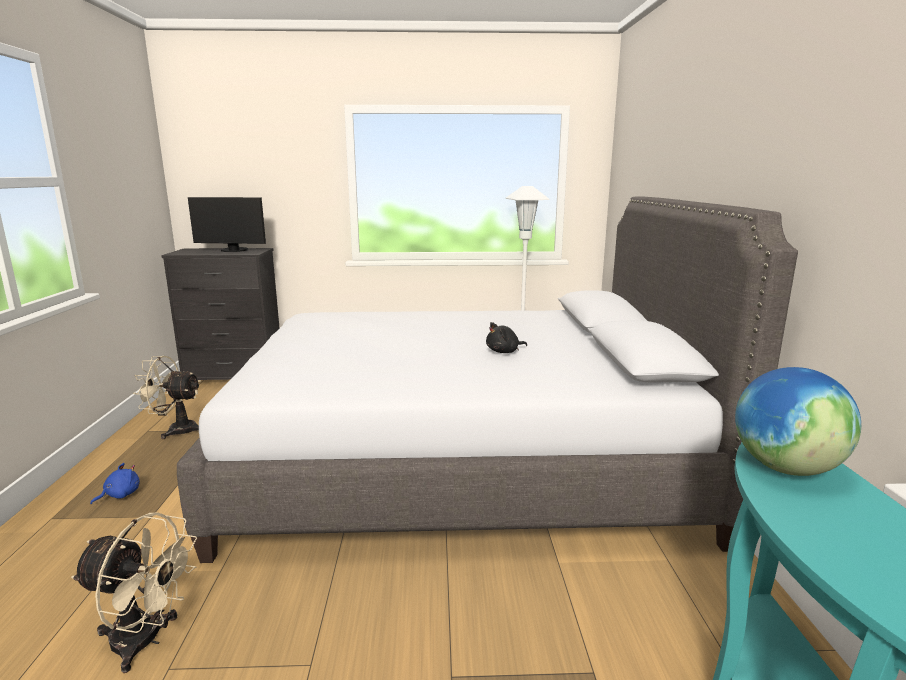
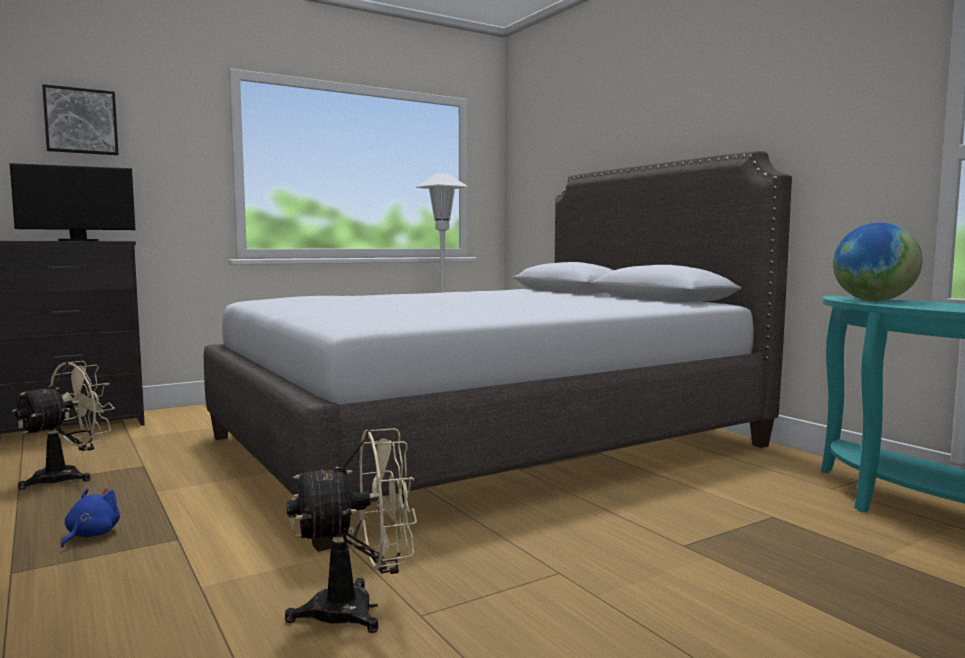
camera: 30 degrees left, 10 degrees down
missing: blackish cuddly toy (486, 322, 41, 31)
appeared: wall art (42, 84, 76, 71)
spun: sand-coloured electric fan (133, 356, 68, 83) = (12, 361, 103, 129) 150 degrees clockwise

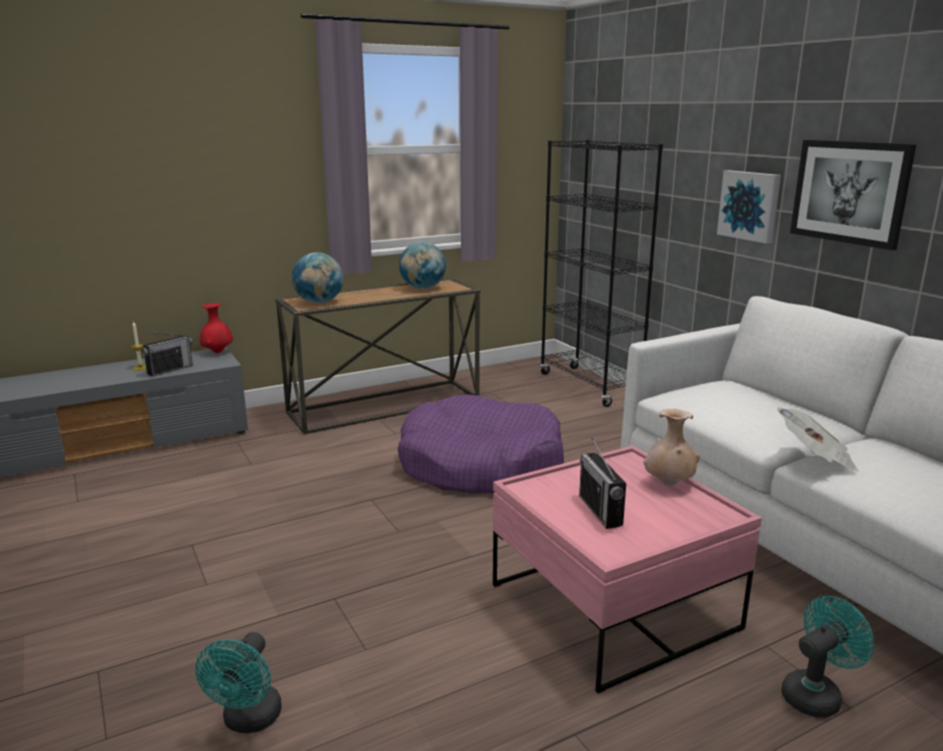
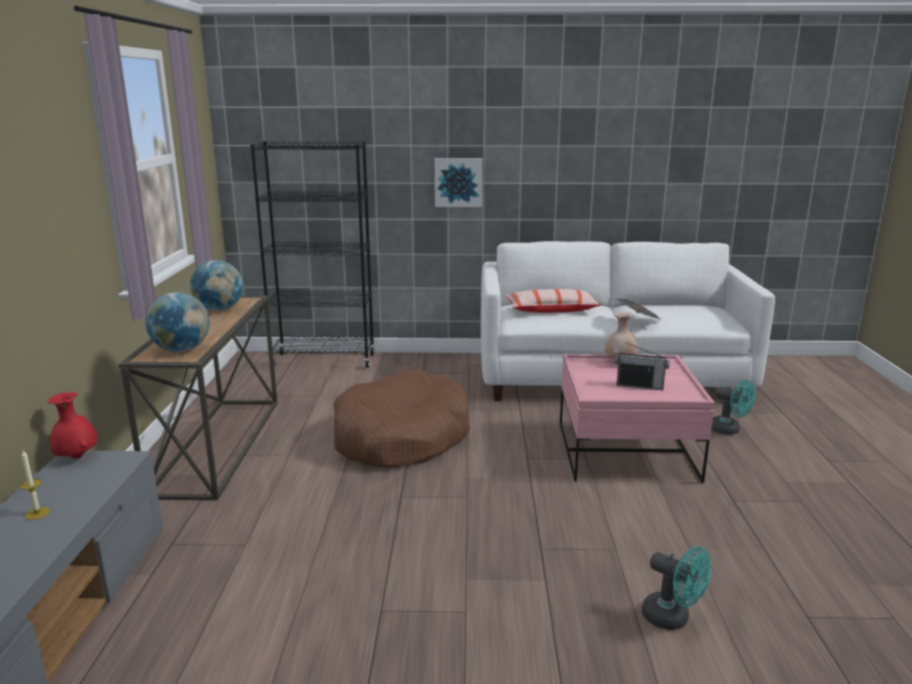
camera: 60 degrees left, 0 degrees up
missing: wall art (790, 140, 126, 110); radio set (141, 332, 52, 45)
appeared: throw pillow (506, 289, 95, 24)
colour: purplish dog cushion (398, 395, 166, 99) to brown dog cushion (333, 369, 137, 99)
spun: turquoise-coloured electric fan (781, 596, 93, 122) = (711, 380, 44, 55) 135 degrees clockwise

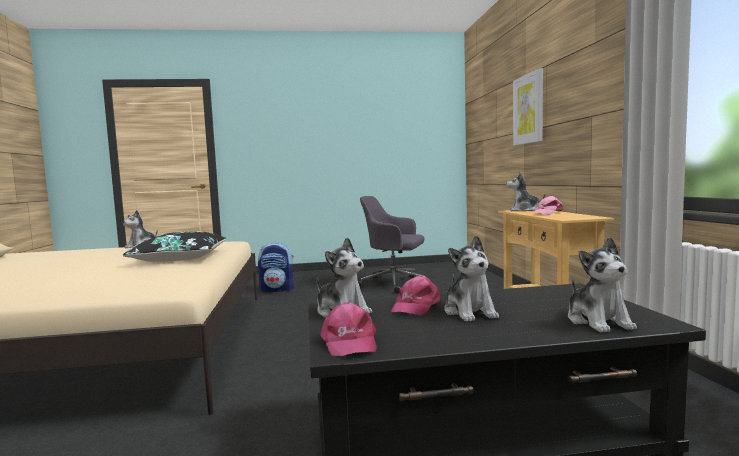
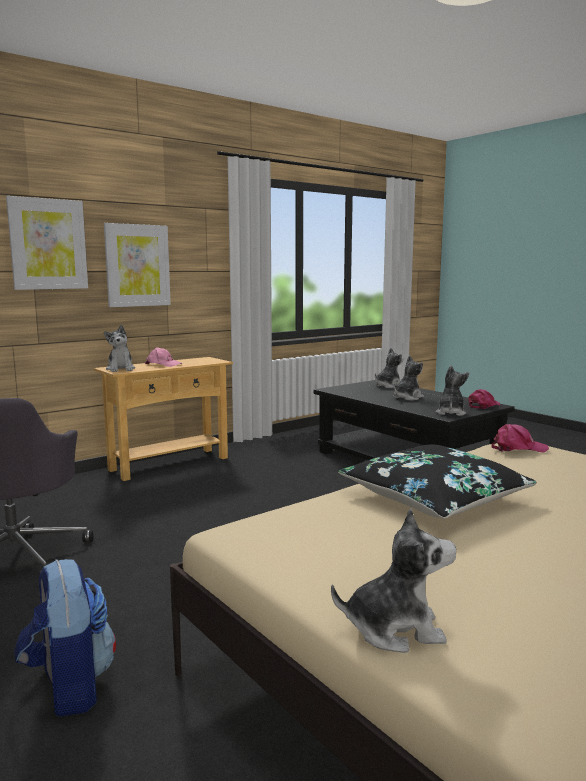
camera: 120 degrees left, 5 degrees up
appeared: wall art (104, 223, 67, 84)
relocated: pinkish baseball cap (391, 275, 50, 41) to (491, 424, 58, 29)

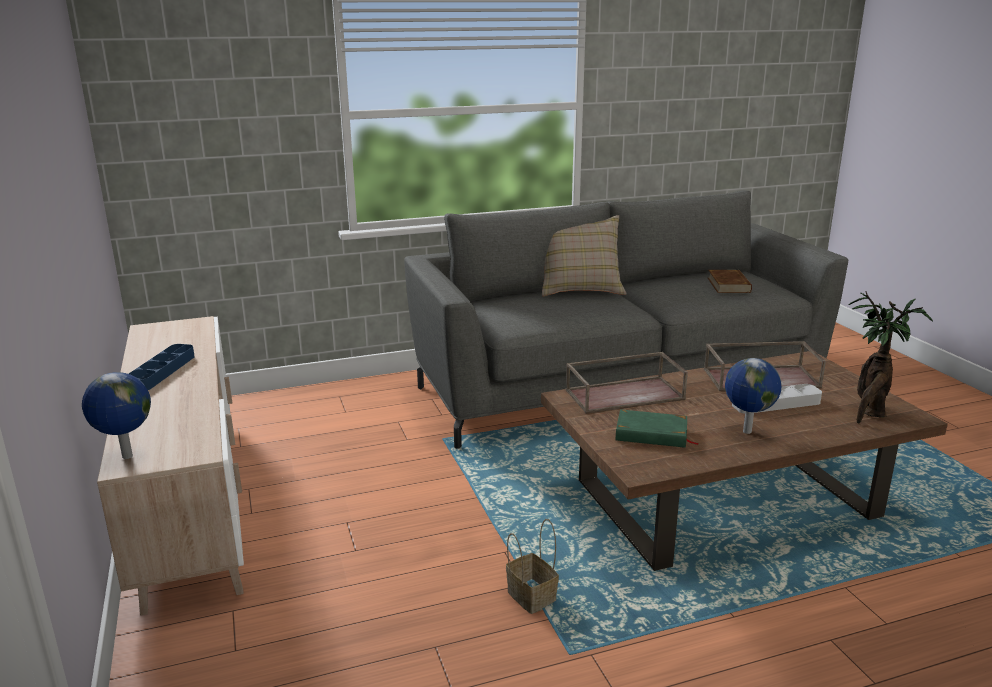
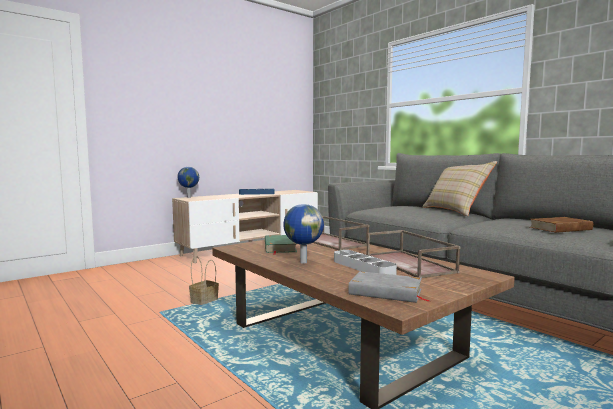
camera: 70 degrees right, 15 degrees down
exchanged: houseplant (849, 291, 84, 133) to grey book (349, 271, 81, 32)

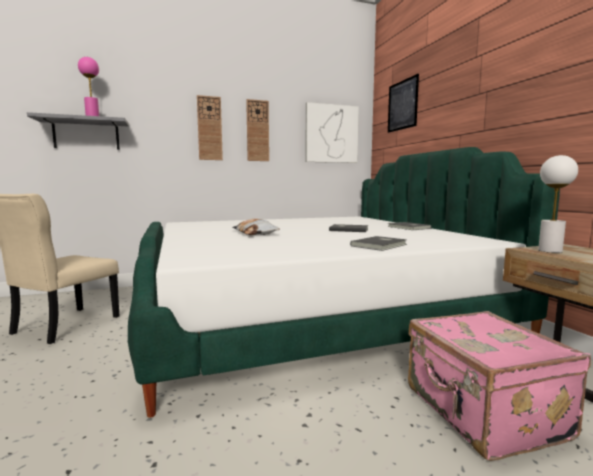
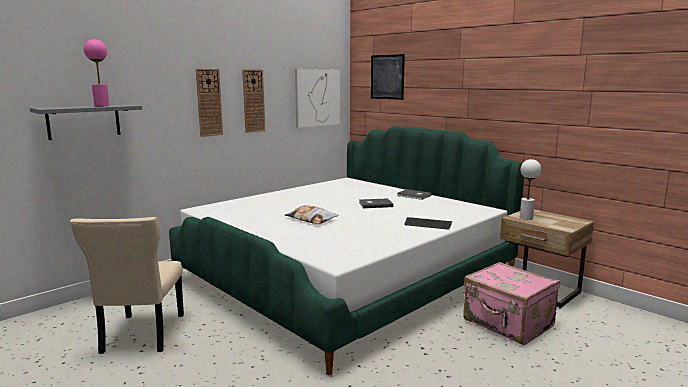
camera: 25 degrees left, 5 degrees up
exchanged: grey book (350, 236, 57, 15) to computer keyboard (404, 217, 48, 13)

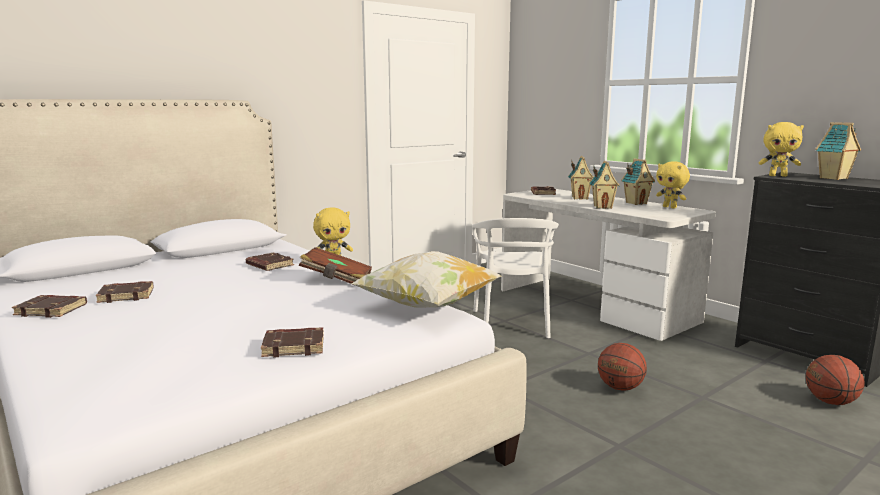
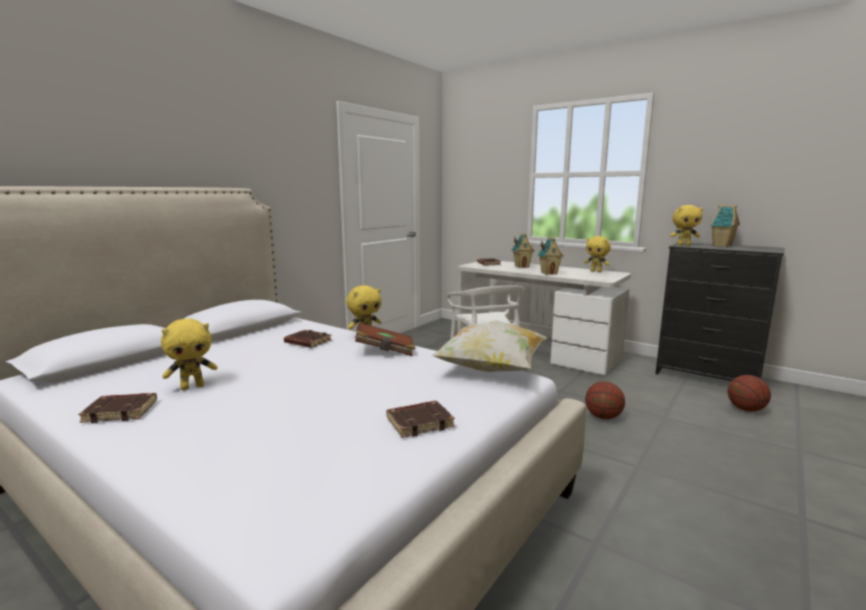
camera: 15 degrees left, 0 degrees up
missing: miniature house (621, 158, 34, 47)
exchanged: brown book (96, 281, 58, 22) to yellow cuddly toy (161, 319, 57, 71)

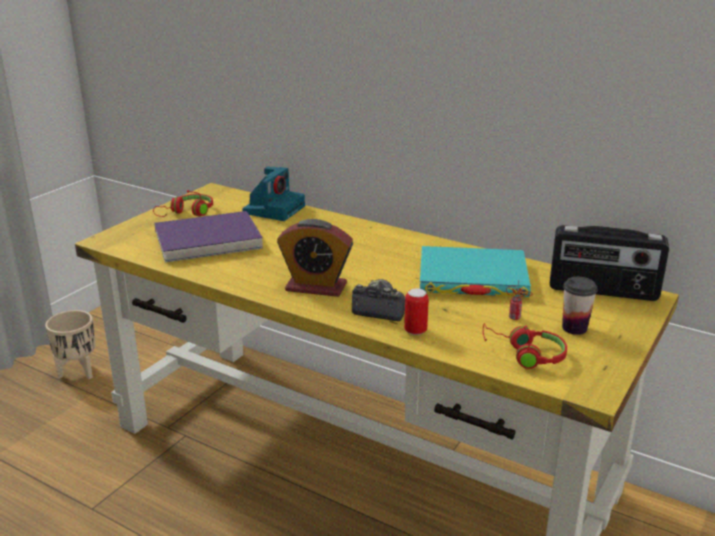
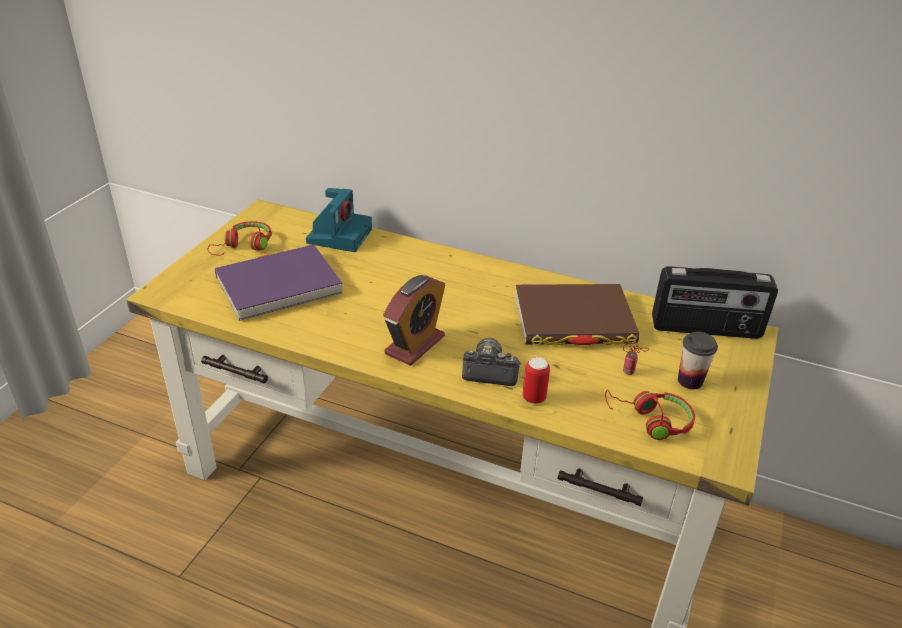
camera: 10 degrees left, 10 degrees up
missing: sand-coloured flower pot (45, 310, 51, 69)
colour: turquoise-coloured book (420, 246, 111, 51) to brown book (515, 284, 124, 62)
spun: bedside clock (277, 219, 76, 78) = (383, 275, 62, 91) 60 degrees counterclockwise

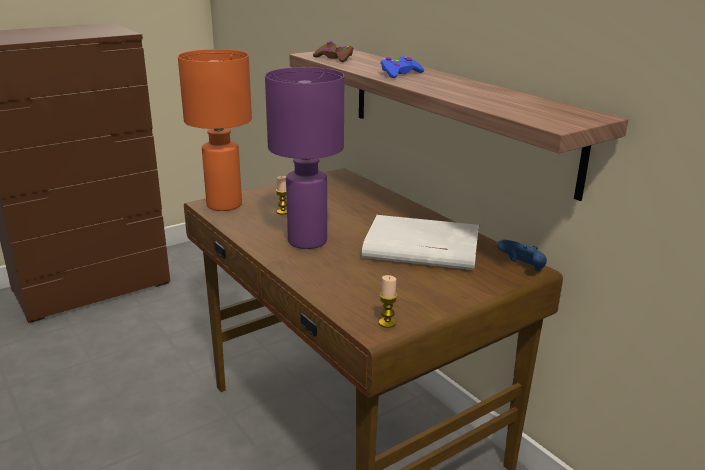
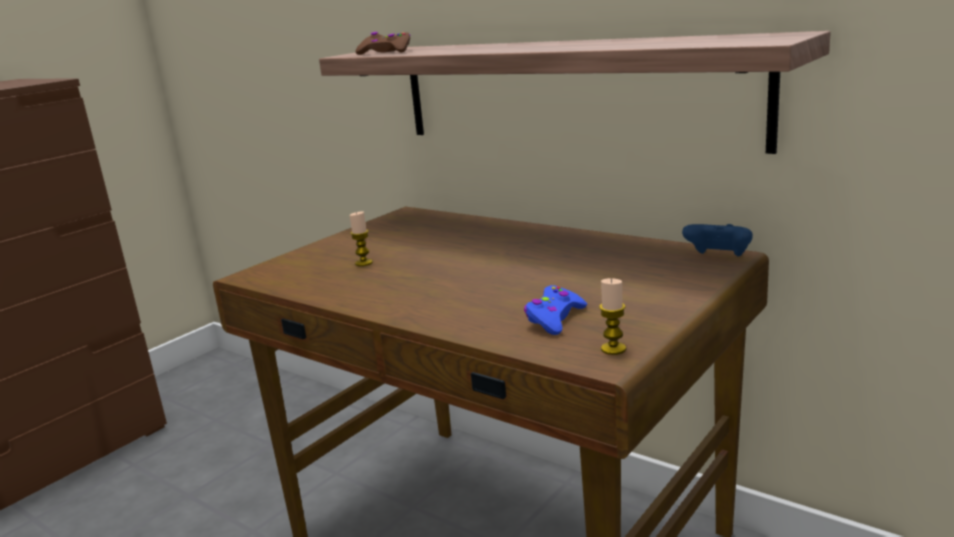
camera: 15 degrees left, 5 degrees down
missing: orangey table lamp (178, 49, 74, 162); purplish table lamp (265, 67, 79, 182); white-coloured book (362, 215, 117, 55)
relocated: blue-coloured game controller (381, 56, 43, 22) to (524, 285, 63, 50)

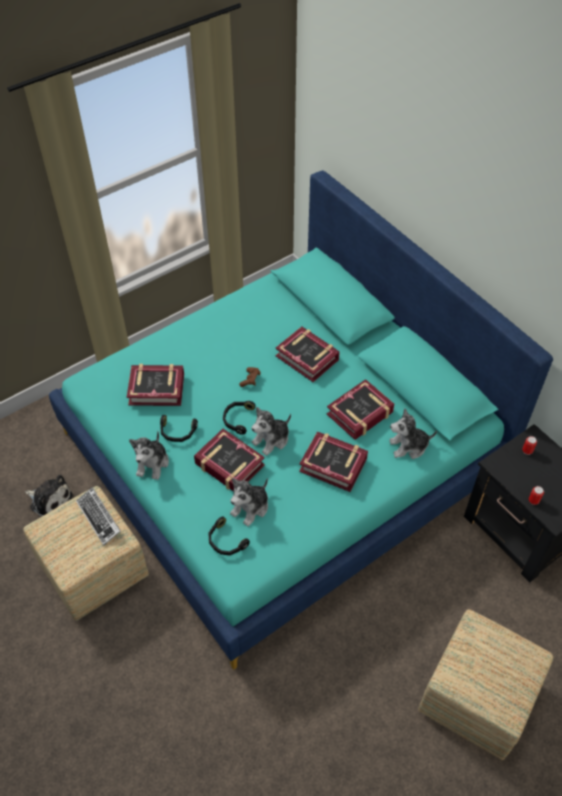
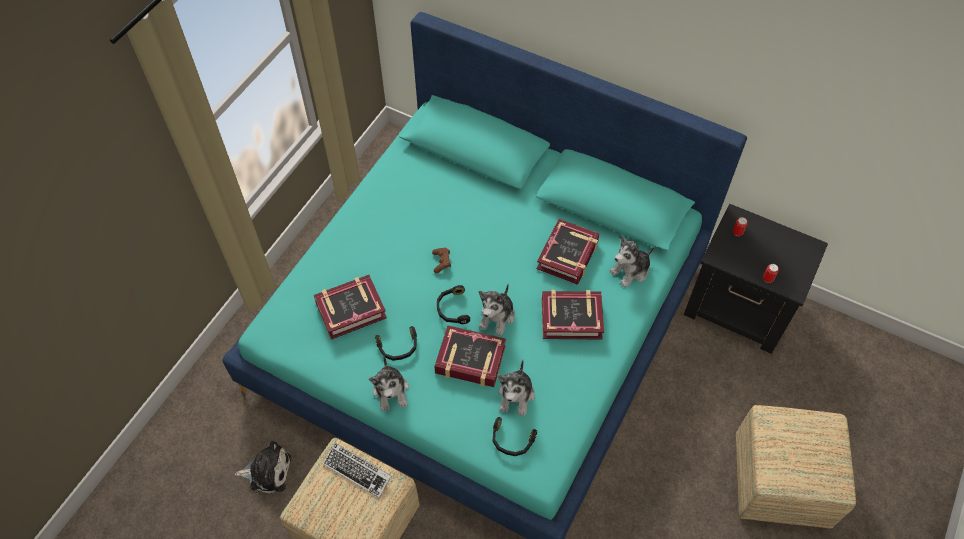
camera: 25 degrees left, 5 degrees up
missing: book (276, 326, 64, 56)

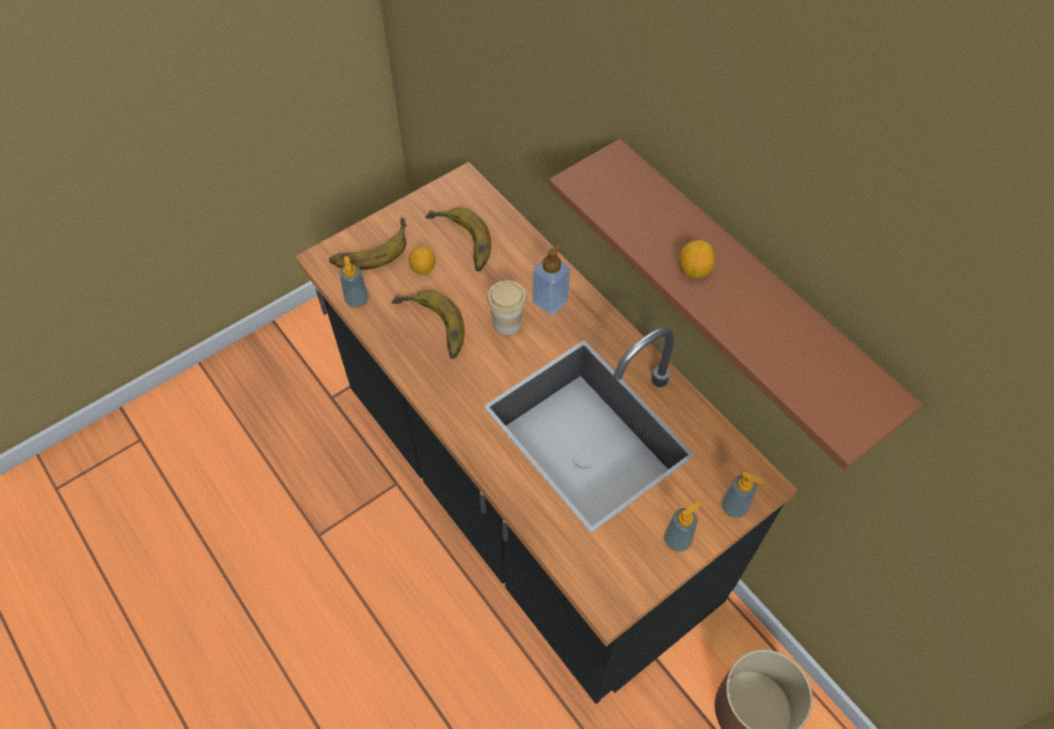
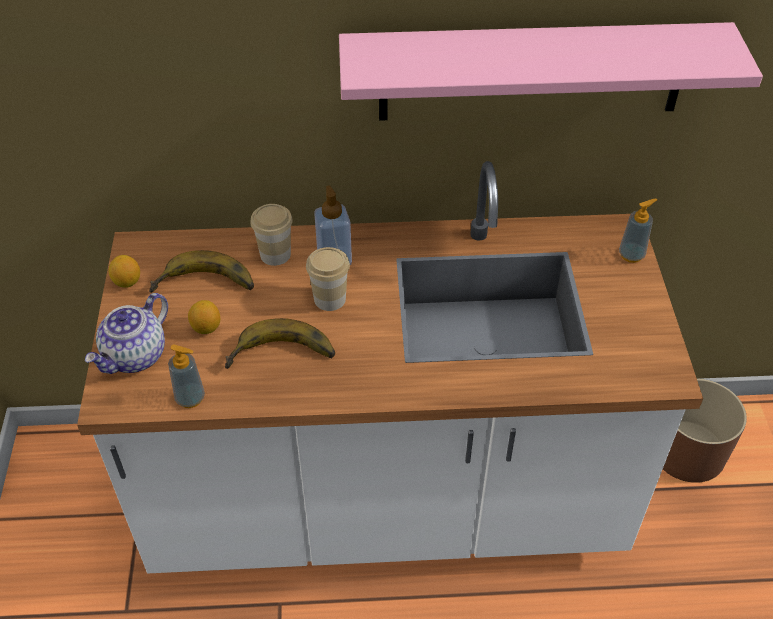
camera: 55 degrees left, 10 degrees down
missing: liquid soap bottle (664, 502, 37, 50)
appeared: cup (250, 204, 43, 62)
relocated: whole lemon (679, 240, 36, 39) to (109, 255, 31, 33)
exchanged: whole banana (329, 218, 78, 52) to teapot (85, 293, 83, 81)
colour: brown shelf (549, 139, 374, 331) to pinkish shelf (339, 22, 424, 99); blackish kitchen base unit (295, 162, 502, 542) to white-coloured kitchen base unit (77, 161, 626, 412)

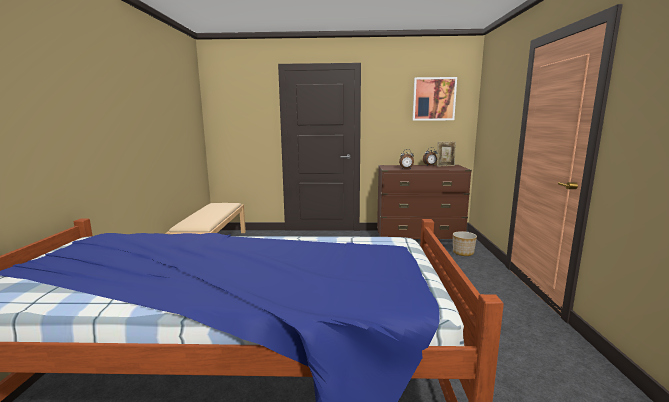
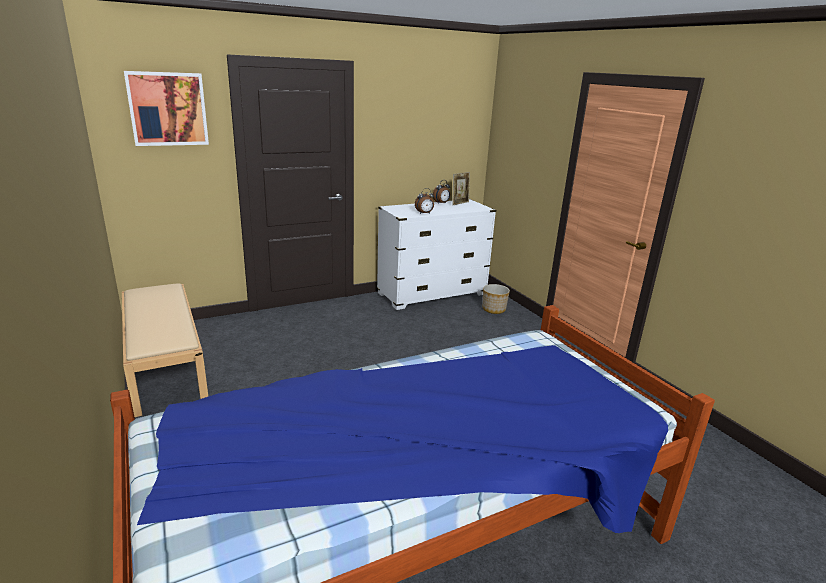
camera: 30 degrees left, 10 degrees up
relocated: wall art (412, 77, 45, 44) to (124, 71, 85, 75)
colour: brown chest of drawers (377, 165, 95, 74) to white-coloured chest of drawers (377, 199, 119, 111)

